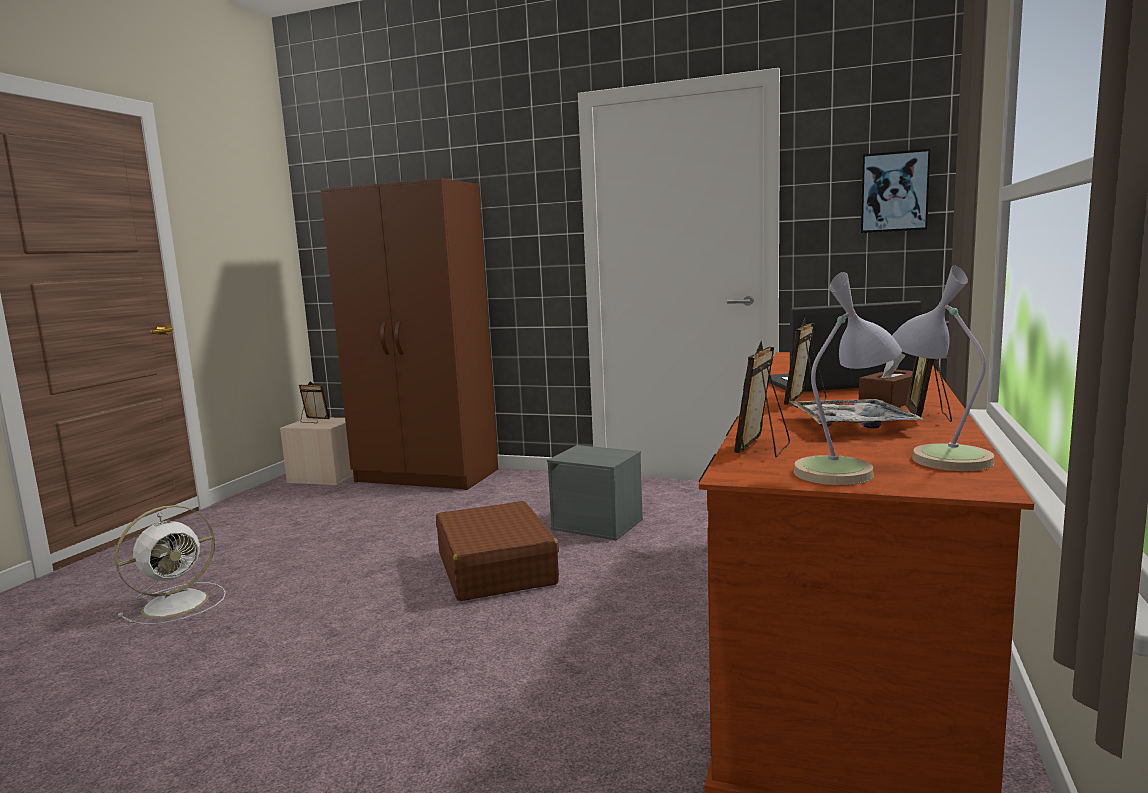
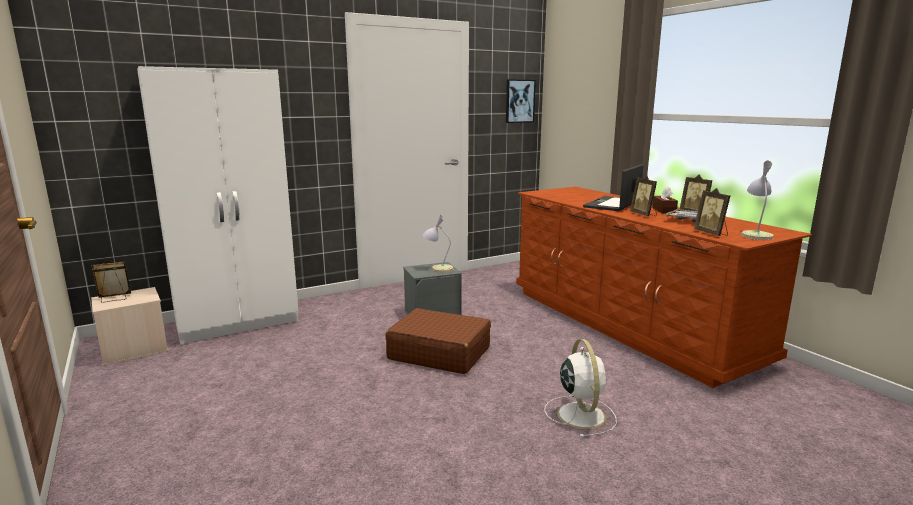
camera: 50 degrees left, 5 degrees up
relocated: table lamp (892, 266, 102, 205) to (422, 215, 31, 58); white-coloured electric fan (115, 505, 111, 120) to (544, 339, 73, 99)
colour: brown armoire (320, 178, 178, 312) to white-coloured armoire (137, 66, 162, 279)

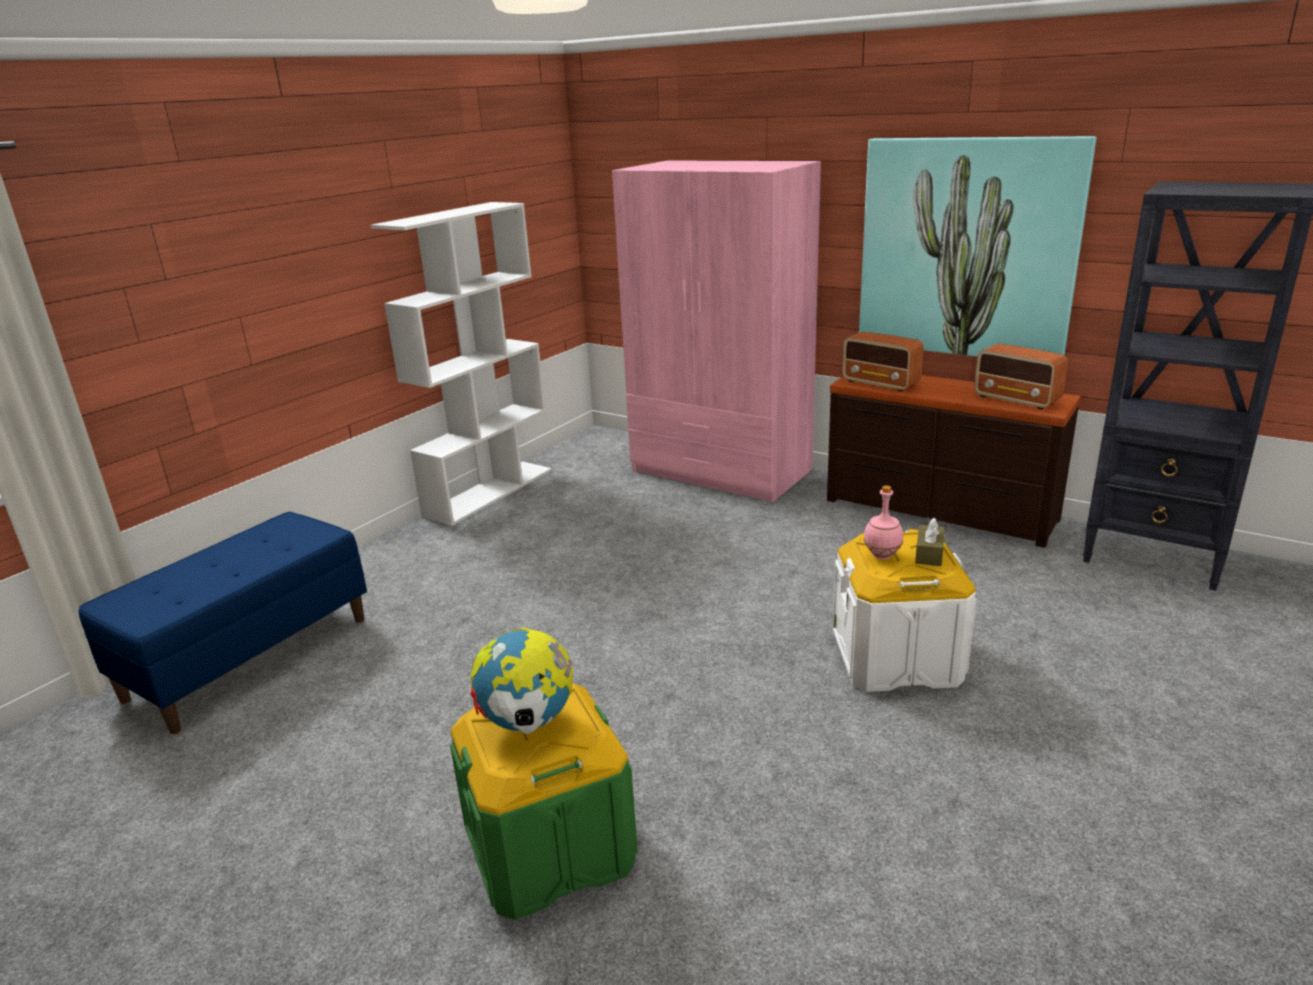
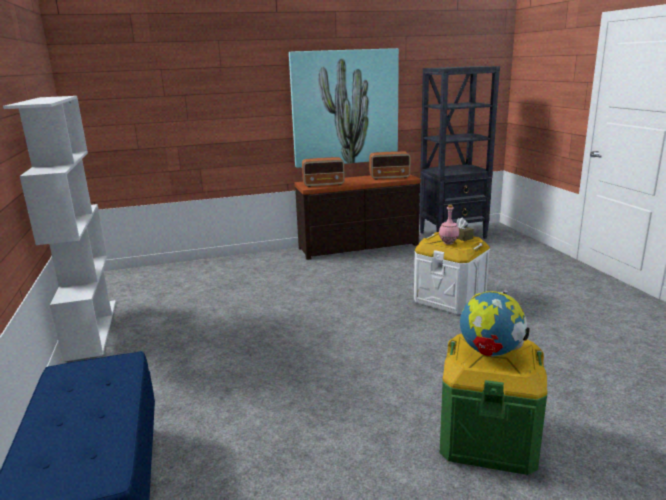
camera: 50 degrees left, 5 degrees down
missing: pinkish armoire (612, 161, 209, 342)

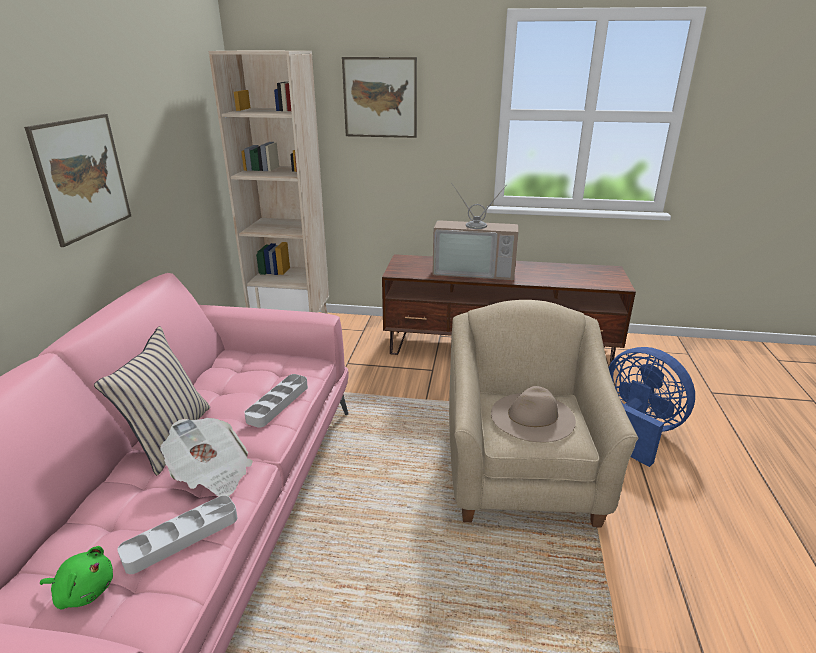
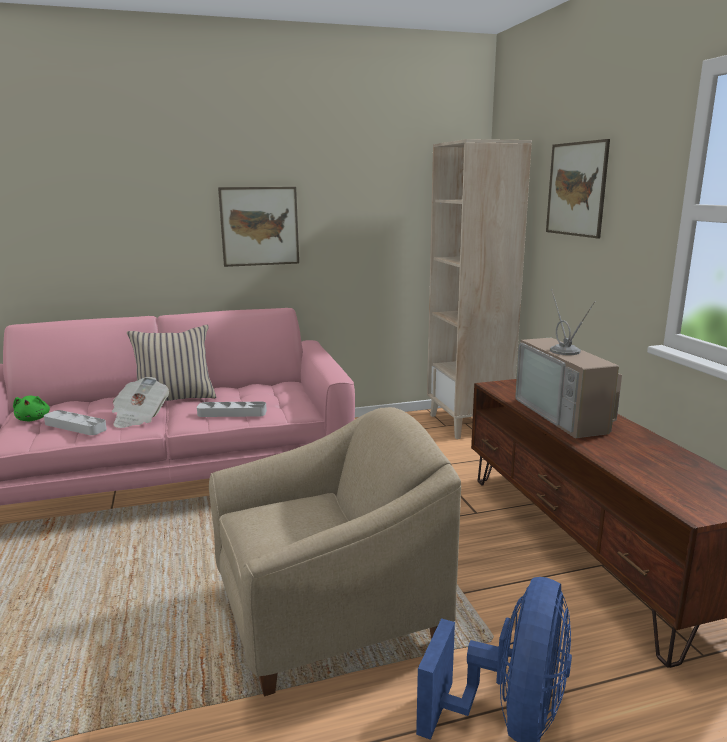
camera: 65 degrees right, 10 degrees down
missing: sand-coloured hat (491, 386, 85, 56)

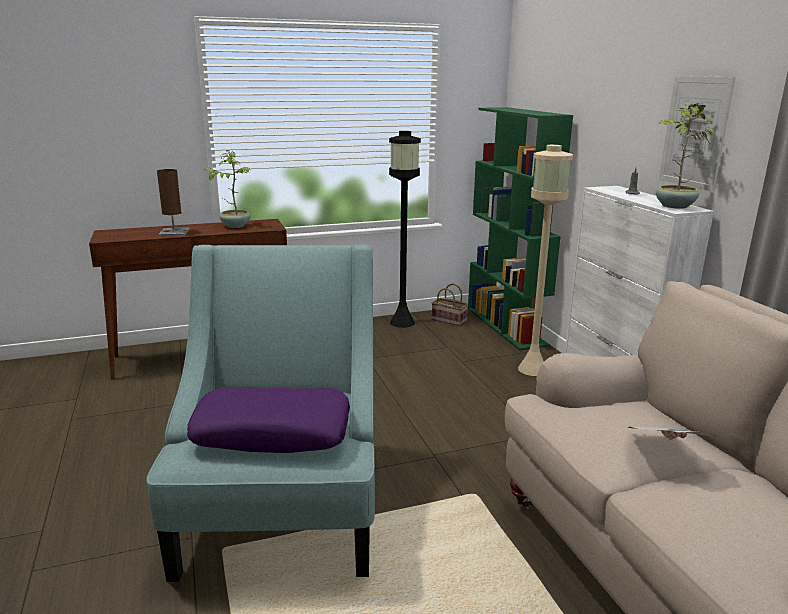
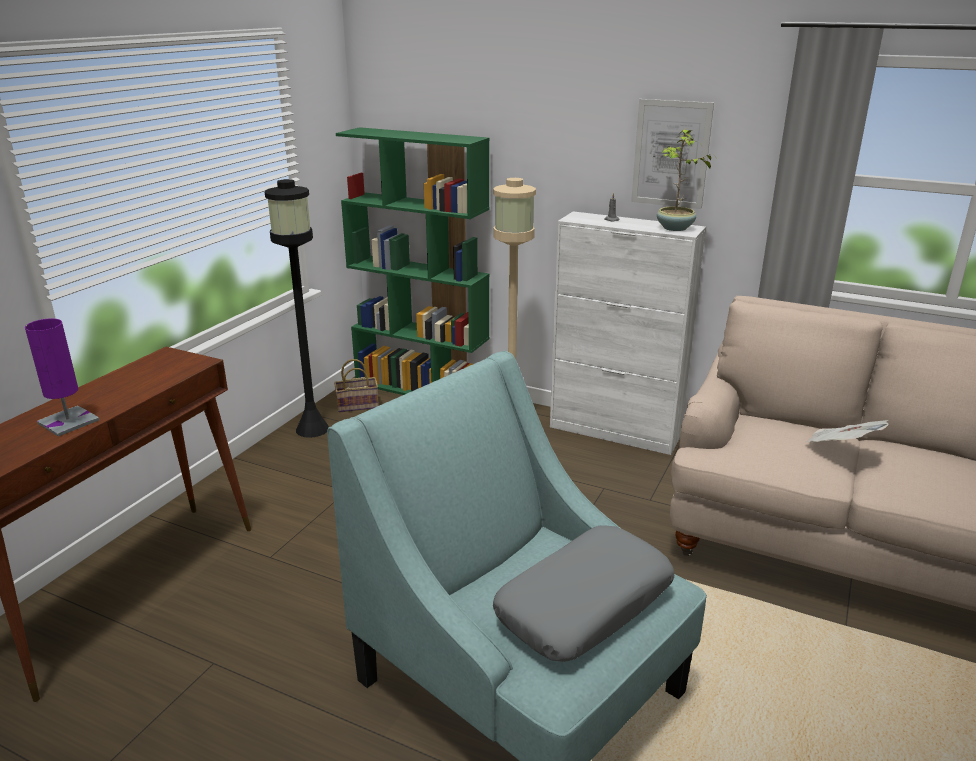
camera: 45 degrees left, 5 degrees up
missing: houseplant (204, 150, 46, 78)
colour: brown table lamp (157, 169, 32, 67) to purplish table lamp (25, 318, 74, 118); purplish throw pillow (187, 387, 163, 66) to grey throw pillow (493, 525, 181, 137)

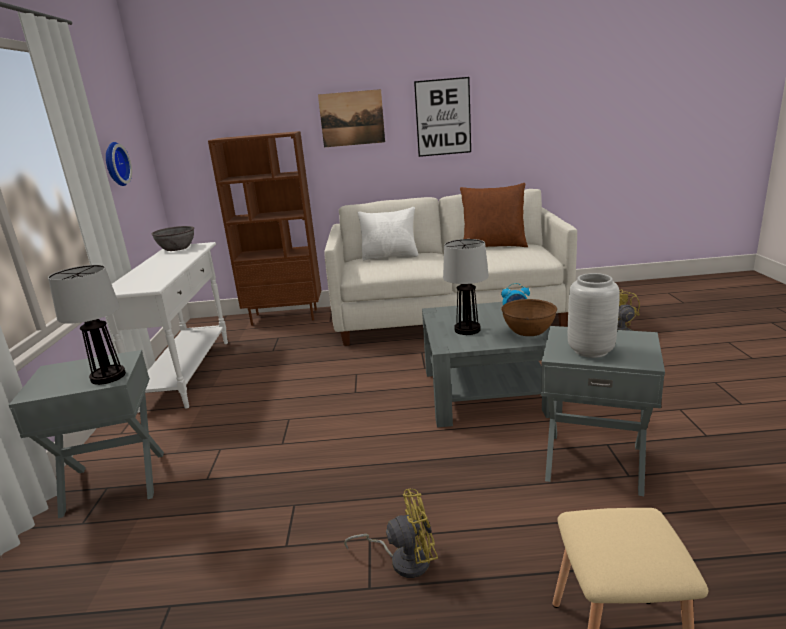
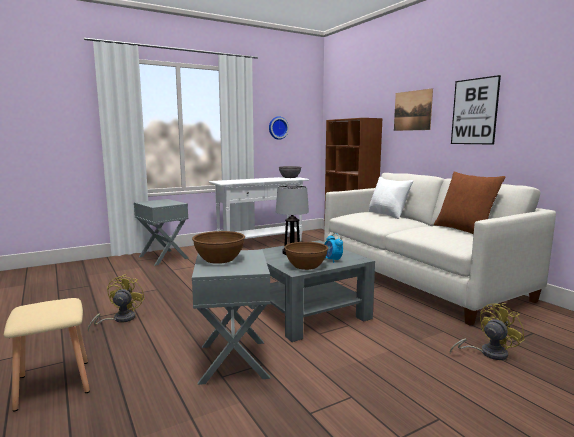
camera: 60 degrees right, 10 degrees down
missing: table lamp (48, 265, 78, 120)
exchanged: grey vase (568, 273, 52, 85) to brown bowl (192, 231, 53, 33)
spun: yellow electric fan (344, 489, 94, 89) = (88, 274, 57, 58) 135 degrees counterclockwise

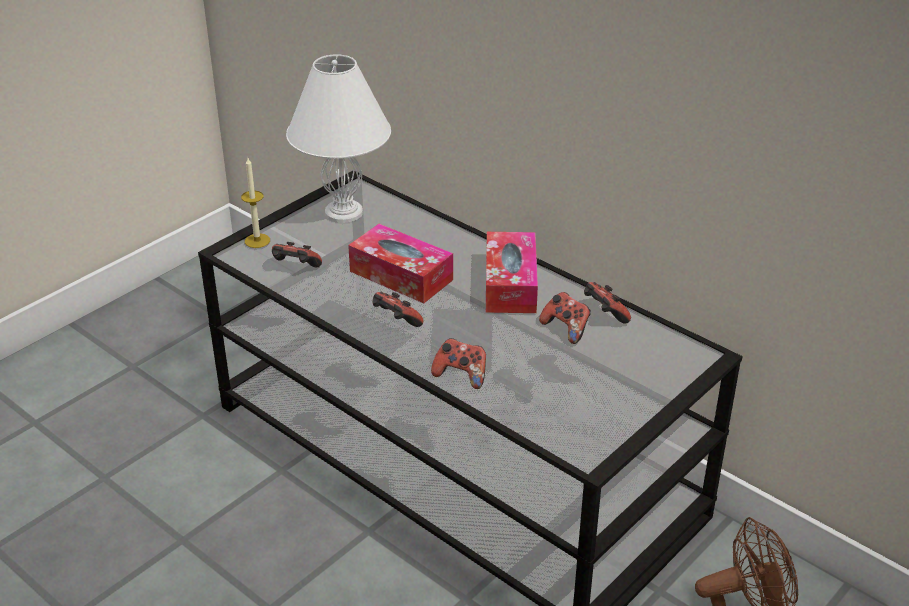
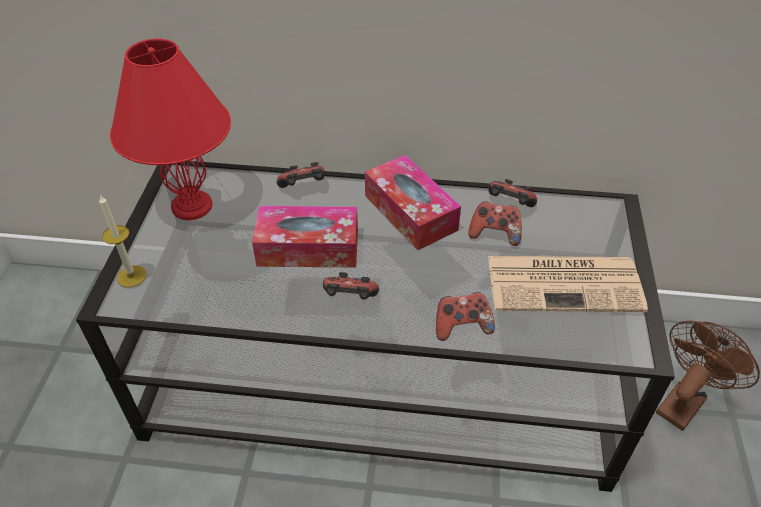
camera: 35 degrees left, 10 degrees up
appeared: newspaper (488, 256, 160, 56)
relocated: game controller (272, 242, 50, 25) to (277, 162, 48, 26)
colour: white-coloured table lamp (286, 54, 105, 169) to reddish table lamp (110, 38, 121, 182)

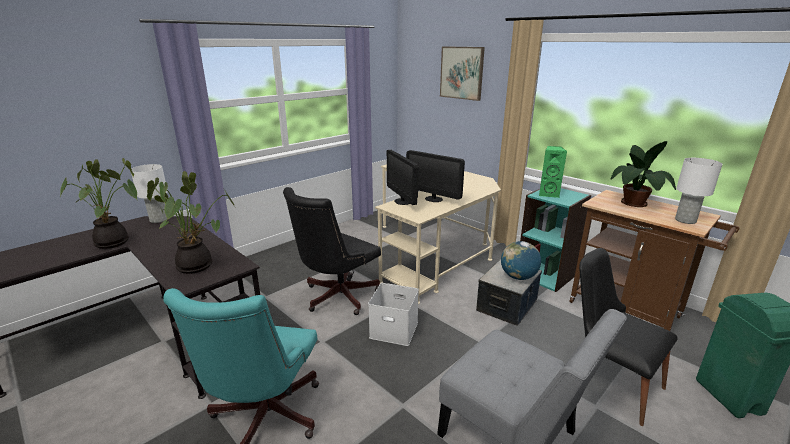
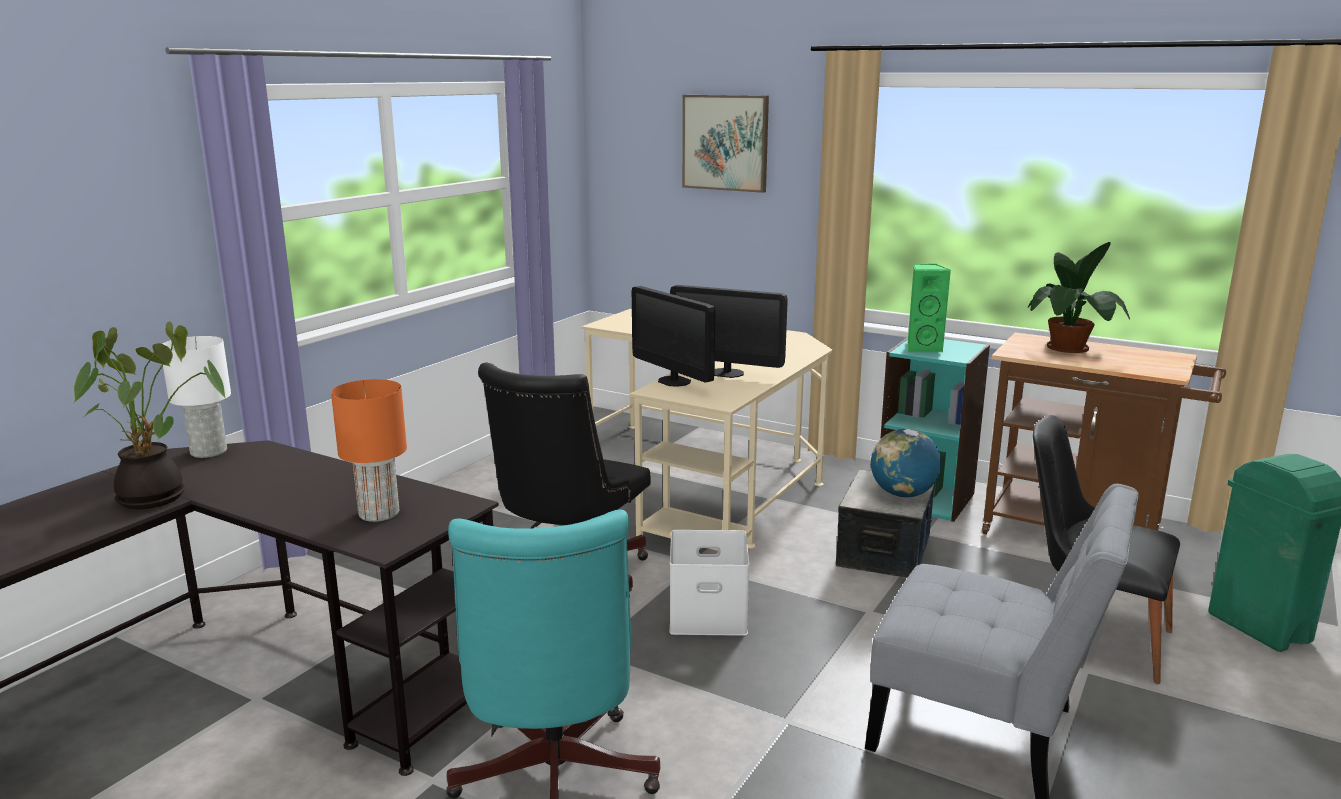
camera: 15 degrees left, 5 degrees down
missing: white-coloured table lamp (675, 158, 47, 66)
exchanged: houseplant (147, 171, 87, 103) to orangey table lamp (331, 379, 76, 143)

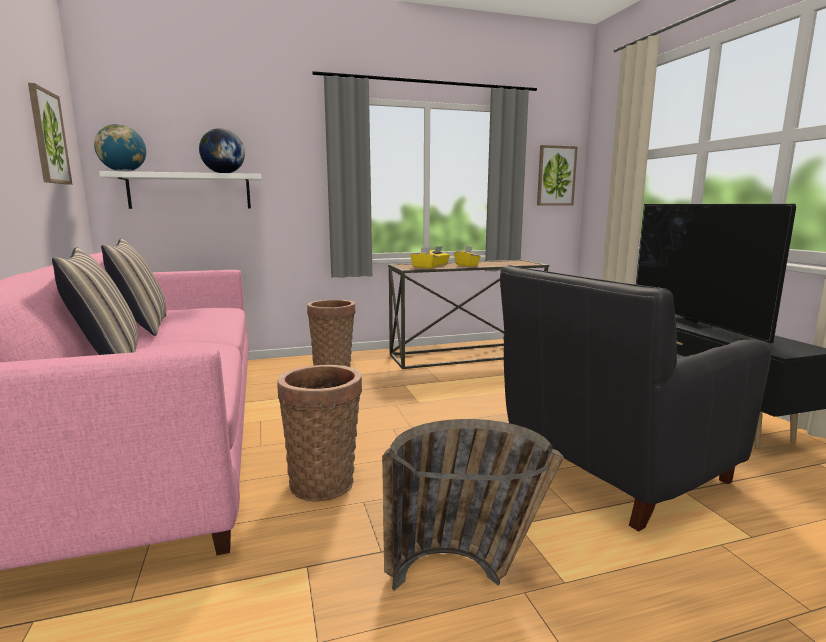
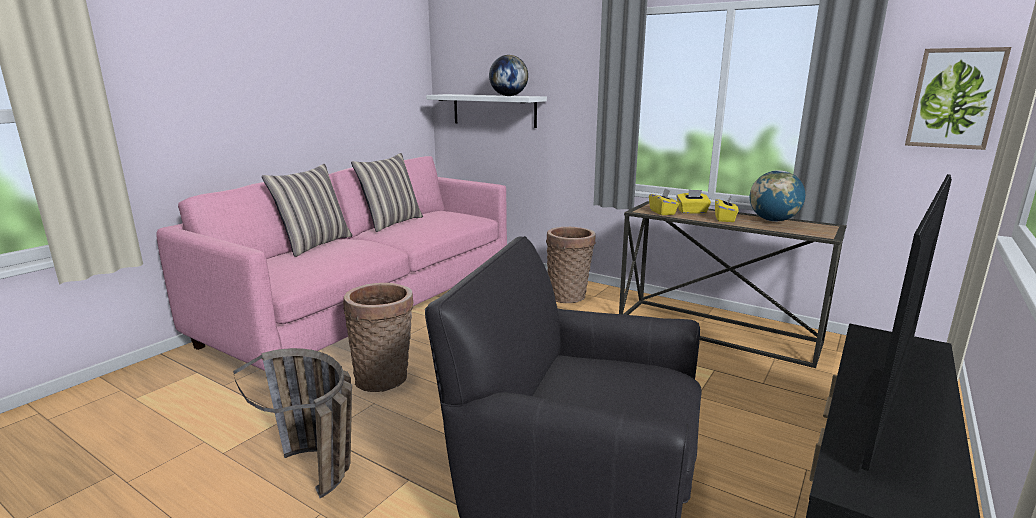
camera: 50 degrees right, 5 degrees up
missing: wall art (28, 83, 44, 102)
relocated: desk globe (94, 124, 52, 47) to (750, 170, 55, 52)

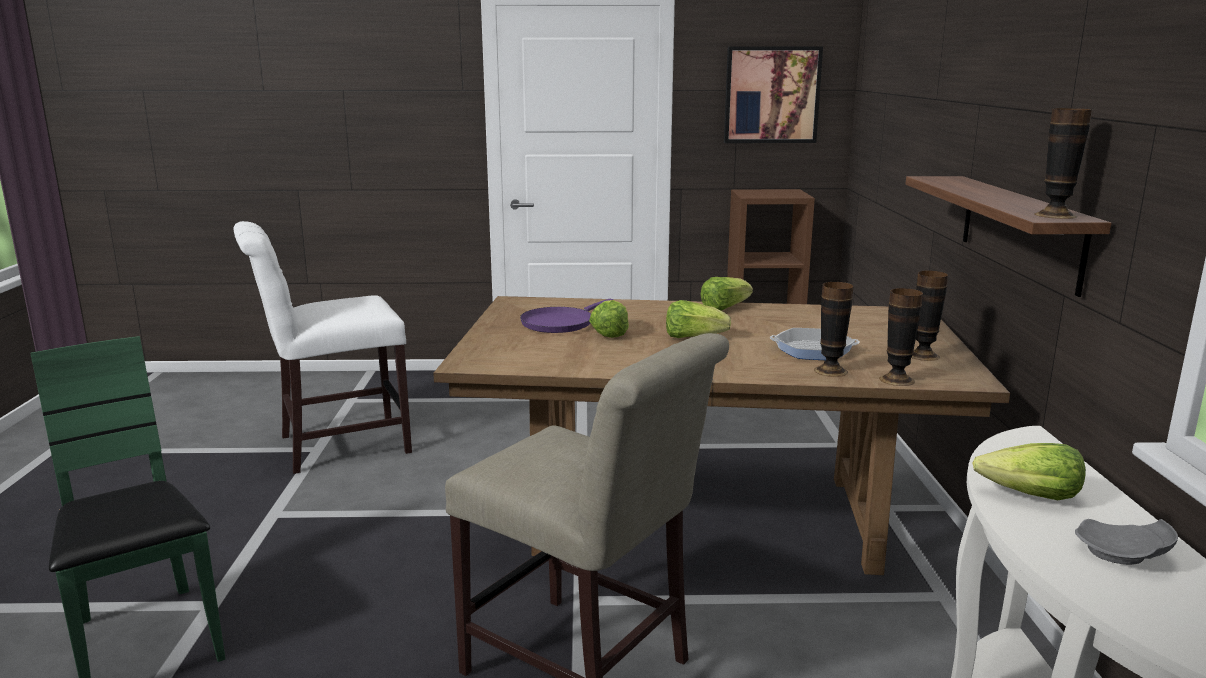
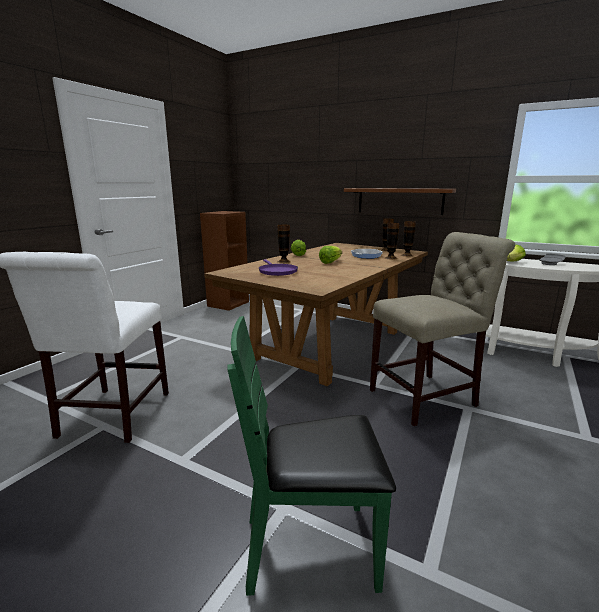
camera: 60 degrees left, 0 degrees up
missing: wall art (724, 46, 99, 97); lettuce head (589, 300, 40, 38)
relocated: vase (1035, 108, 57, 111) to (277, 225, 14, 38)

